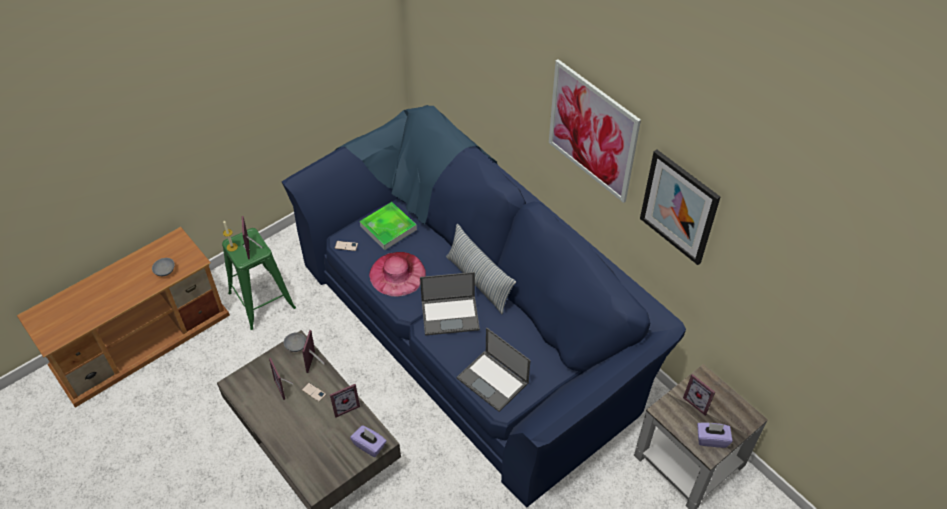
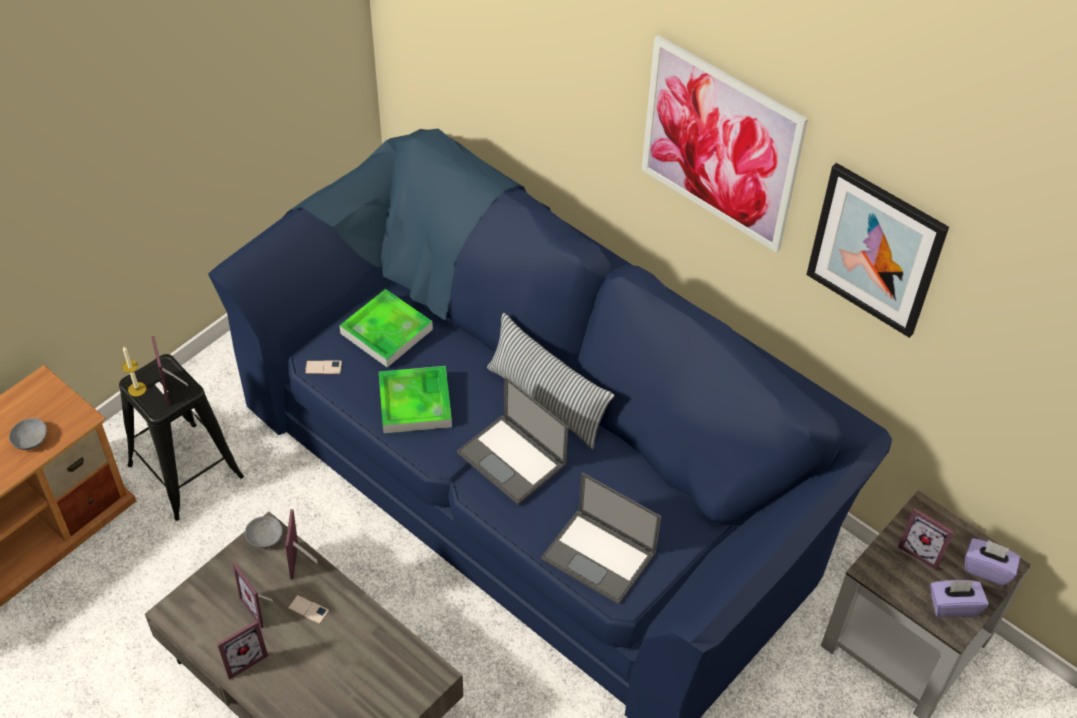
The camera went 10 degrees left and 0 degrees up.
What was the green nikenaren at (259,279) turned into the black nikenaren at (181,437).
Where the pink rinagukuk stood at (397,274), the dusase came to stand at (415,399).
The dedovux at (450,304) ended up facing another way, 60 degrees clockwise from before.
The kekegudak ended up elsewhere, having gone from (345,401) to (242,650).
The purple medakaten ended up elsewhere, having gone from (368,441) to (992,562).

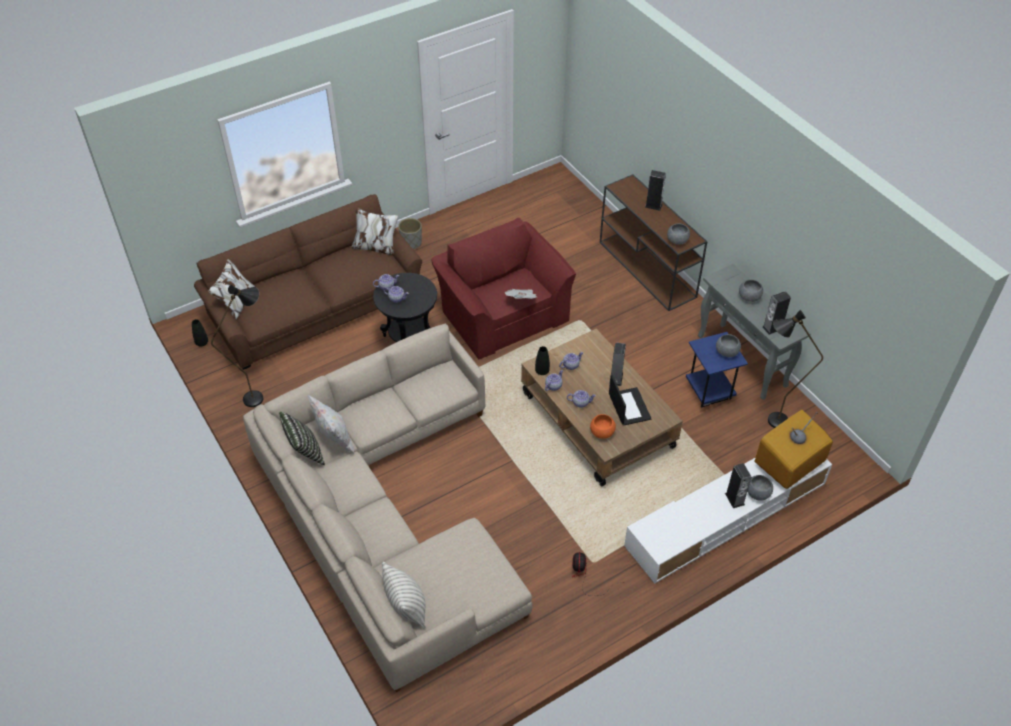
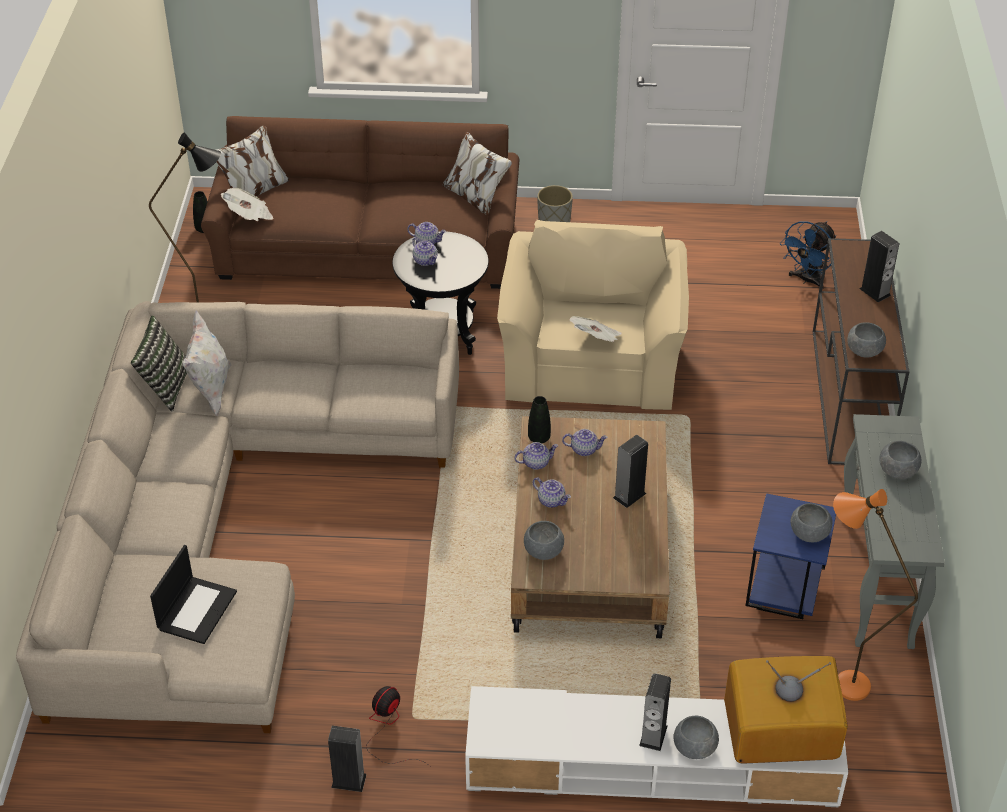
The camera went 35 degrees right and 5 degrees down.
What was the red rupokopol at (504,288) turned into the beige rupokopol at (593,315).
The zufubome ended up elsewhere, having gone from (776,313) to (347,759).
What was the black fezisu at (795,369) turned into the orange fezisu at (875,595).
The dedovux ended up elsewhere, having gone from (630,400) to (193,594).
What was the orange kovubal at (603,426) turned into the grey kovubal at (544,540).
The second view lost the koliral at (404,595).
The second view gained the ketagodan at (247,204).
The second view gained the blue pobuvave at (808,255).

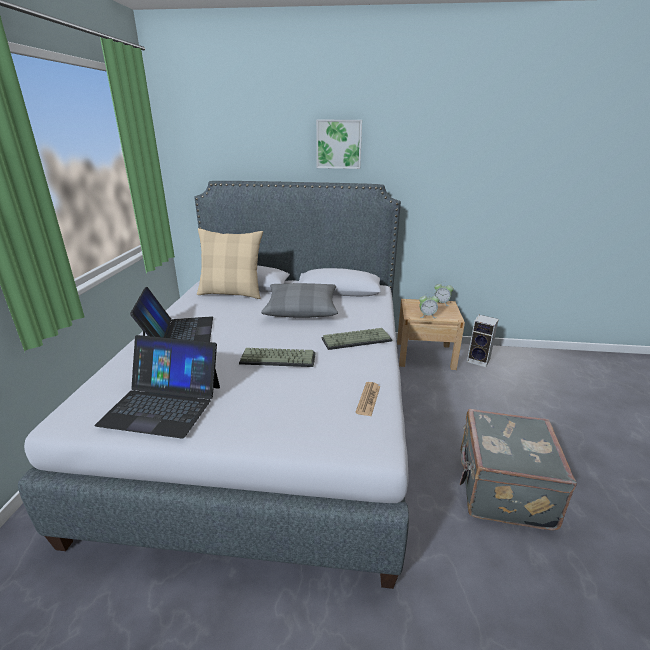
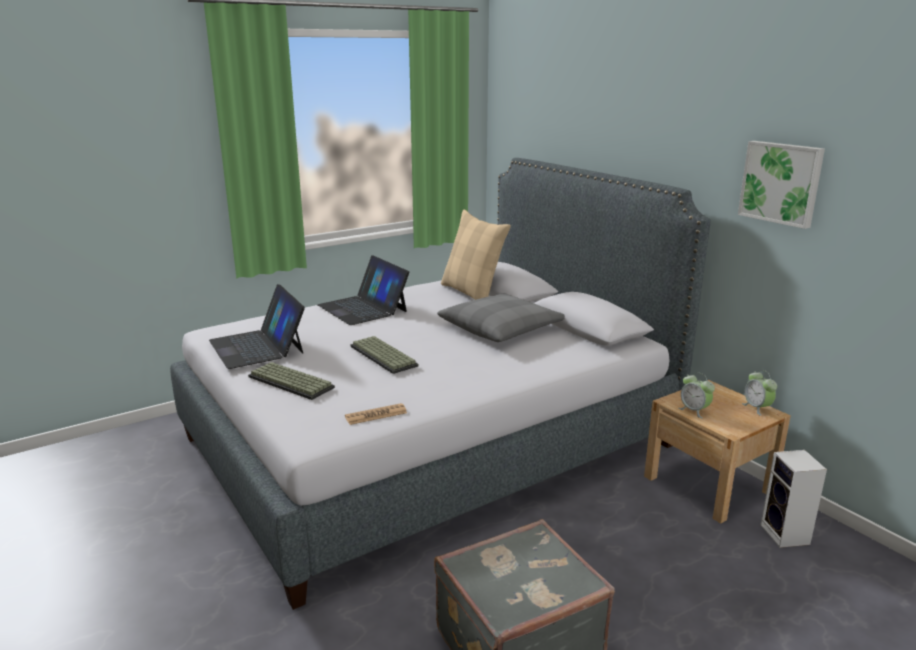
The camera went 50 degrees right and 5 degrees down.
The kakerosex ended up elsewhere, having gone from (339,144) to (781,185).
The dedovux at (171,314) ended up facing another way, 105 degrees clockwise from before.
The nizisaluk ended up elsewhere, having gone from (357,339) to (291,381).

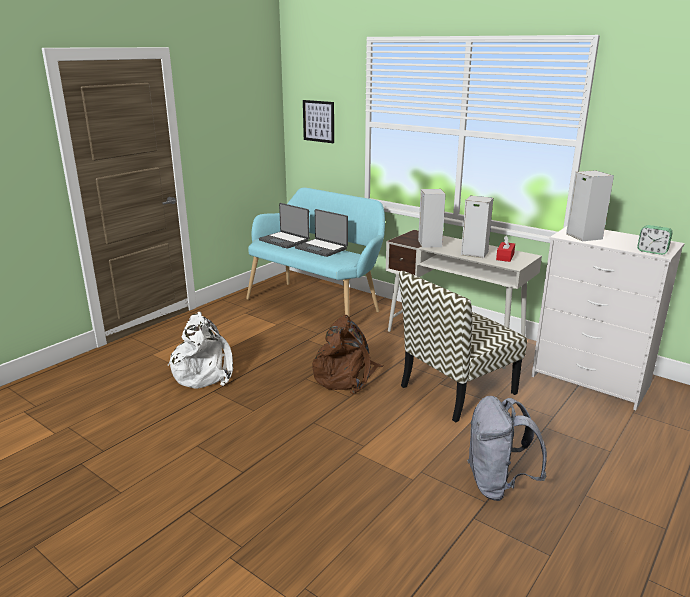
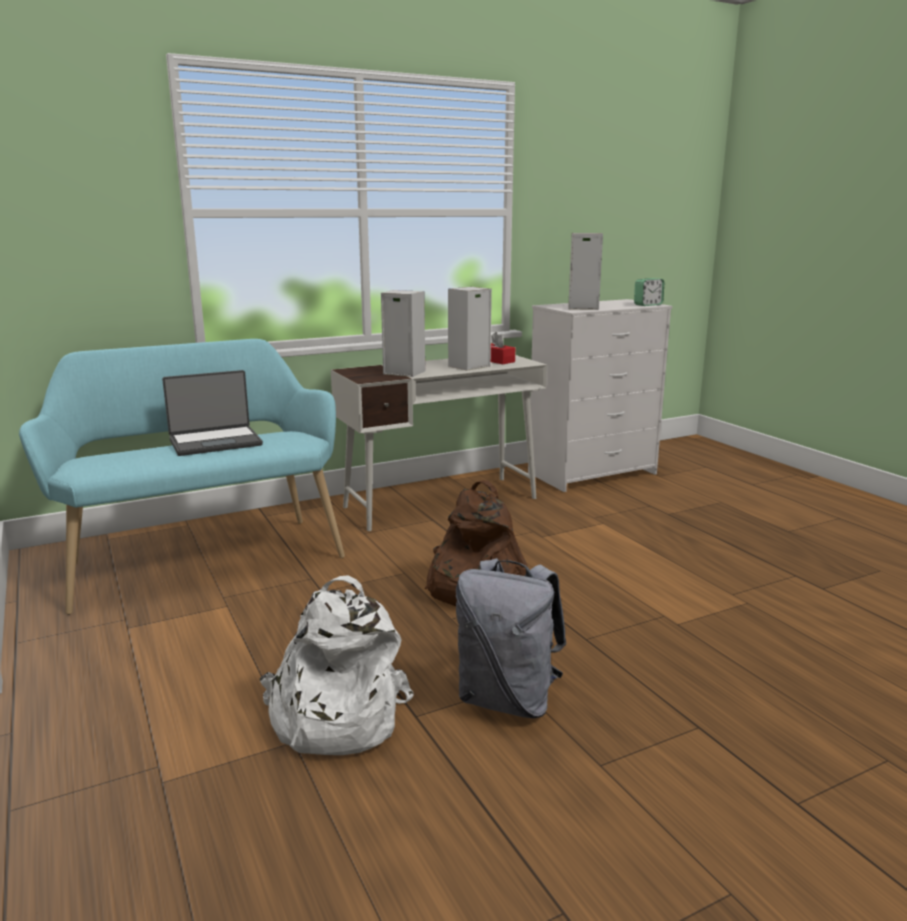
The camera went 65 degrees left and 5 degrees down.
The second view lost the kakerosex at (318,121).
The second view lost the dedovux at (284,226).
The second view lost the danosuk at (463,346).
The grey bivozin ended up elsewhere, having gone from (507,448) to (511,638).

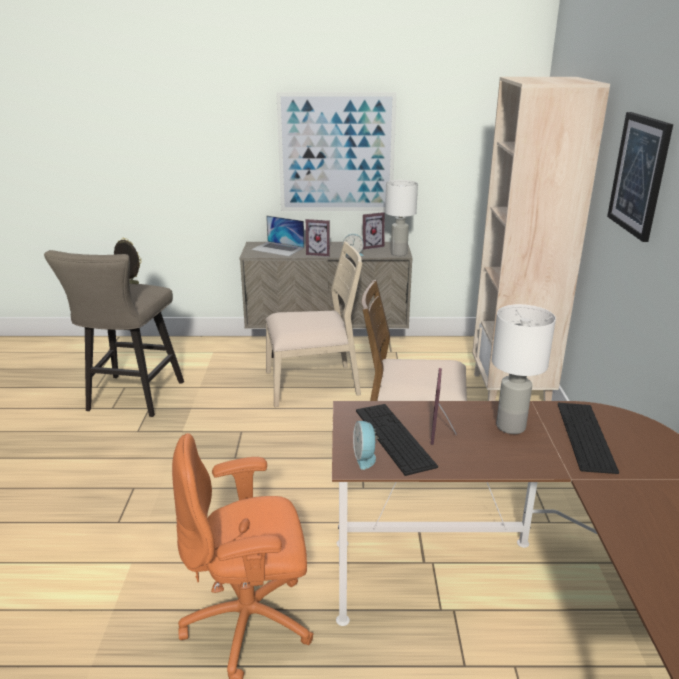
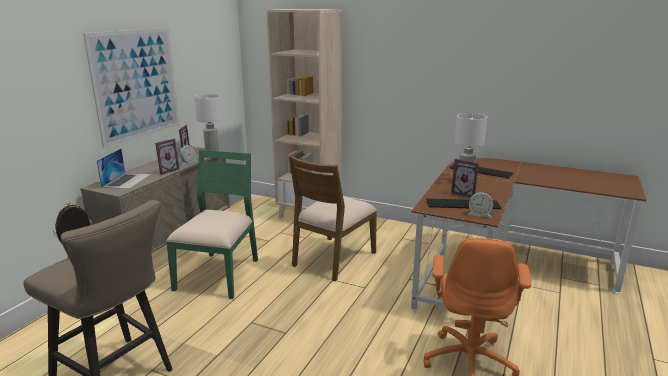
The camera went 65 degrees left and 5 degrees down.
The second view lost the kakerosex at (640,177).
The dedovux at (277,236) ended up facing another way, 45 degrees counterclockwise from before.
What was the beige danosuk at (314,324) turned into the green danosuk at (212,224).

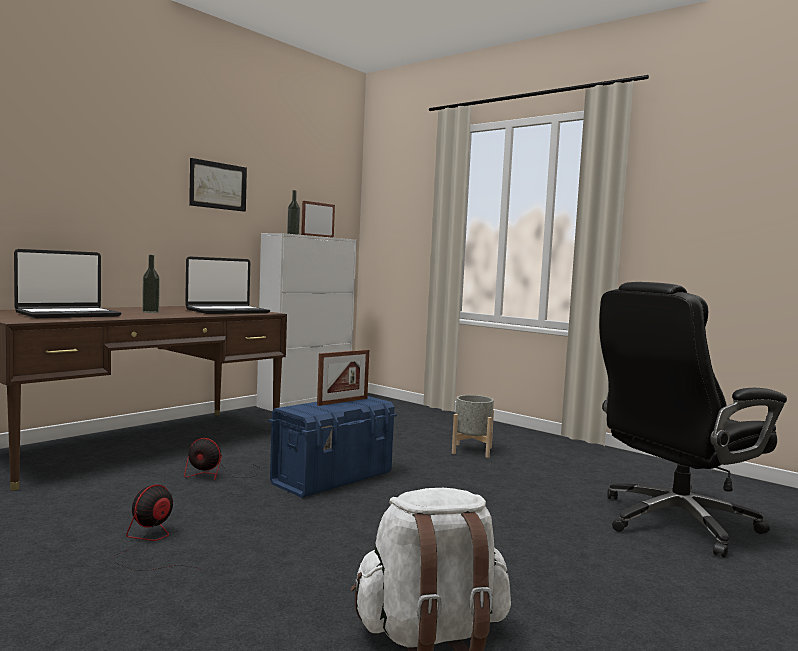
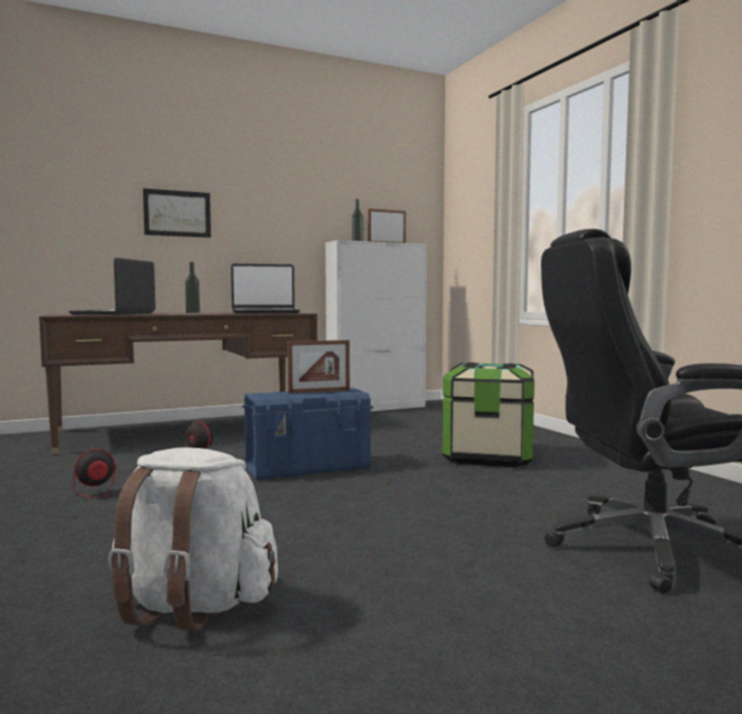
The camera went 25 degrees right and 0 degrees up.
The kakerosex ended up elsewhere, having gone from (218,185) to (177,213).
The dedovux at (67,283) ended up facing another way, 120 degrees clockwise from before.
Where the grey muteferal stood at (473,426), the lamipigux came to stand at (488,414).

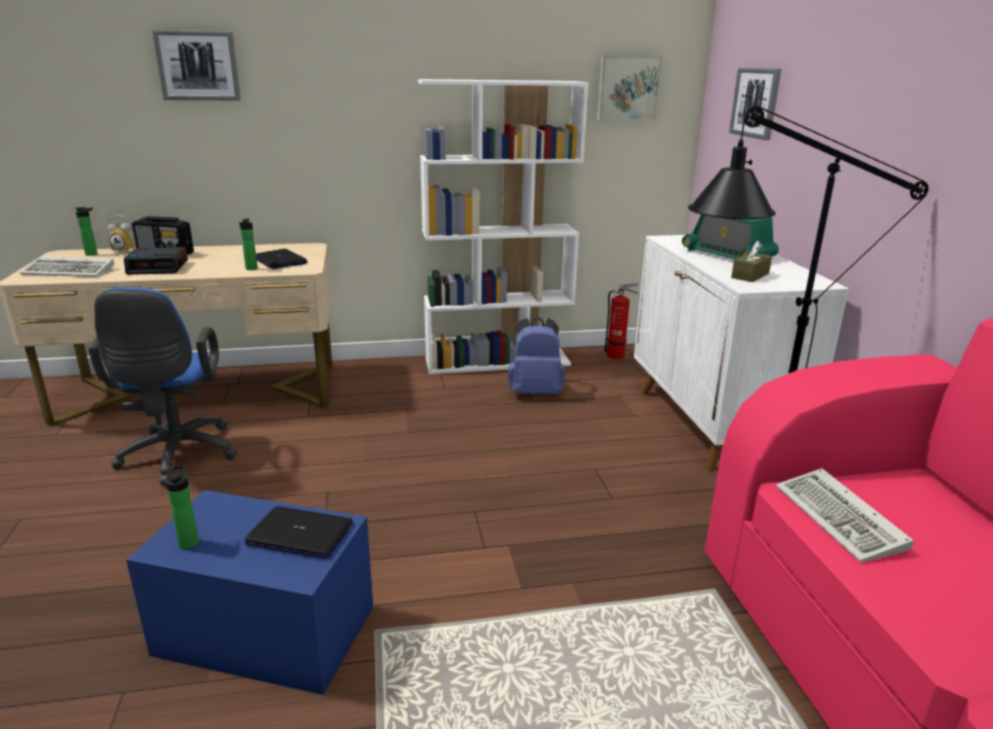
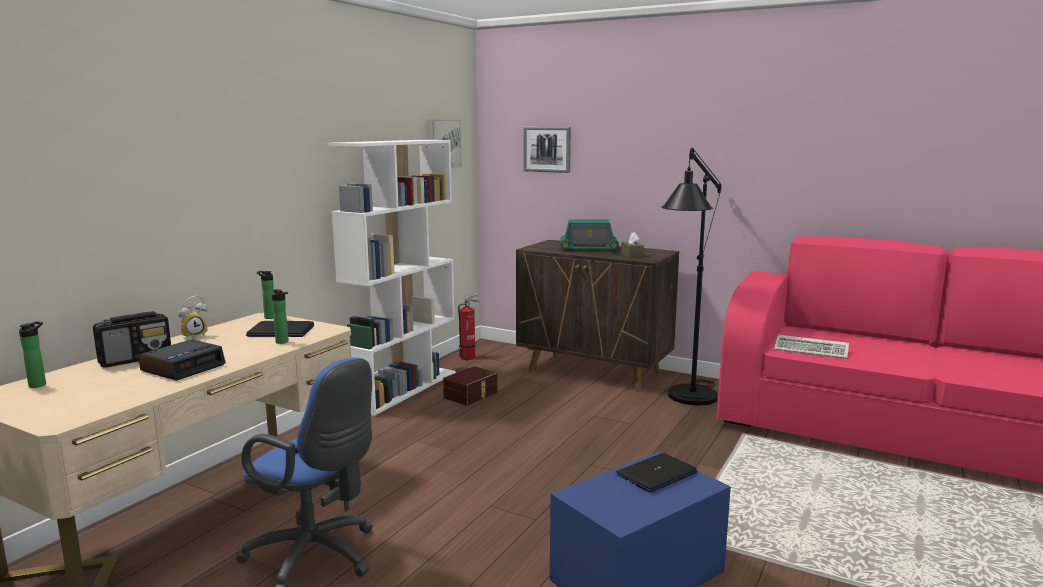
The camera went 50 degrees left and 10 degrees down.
The second view lost the kakerosex at (196,65).
The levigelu ended up elsewhere, having gone from (120,234) to (193,317).
What was the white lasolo at (741,353) turned into the brown lasolo at (597,316).
The second view lost the nizisaluk at (66,267).
Where the blue bivozin stood at (536,355), the brown lamipigux came to stand at (470,386).
The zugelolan ended up elsewhere, having gone from (182,507) to (265,295).

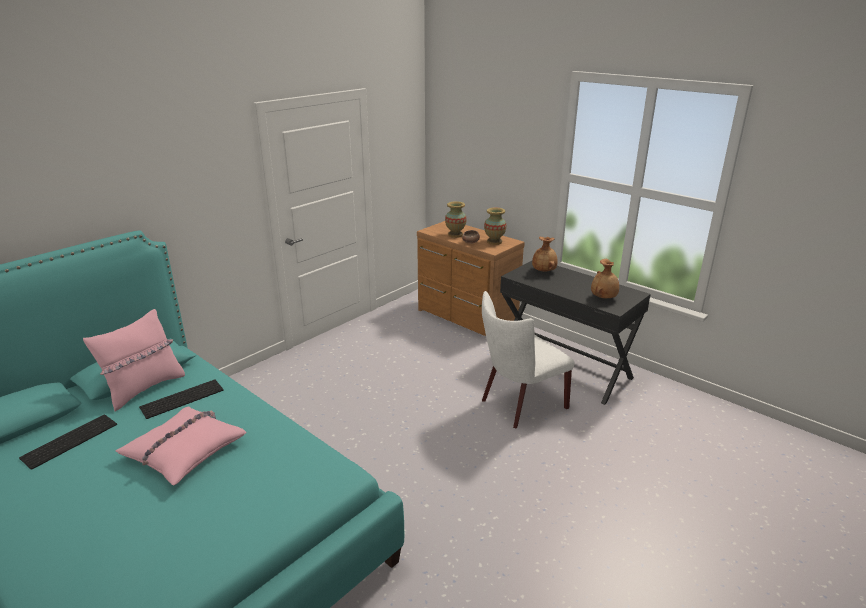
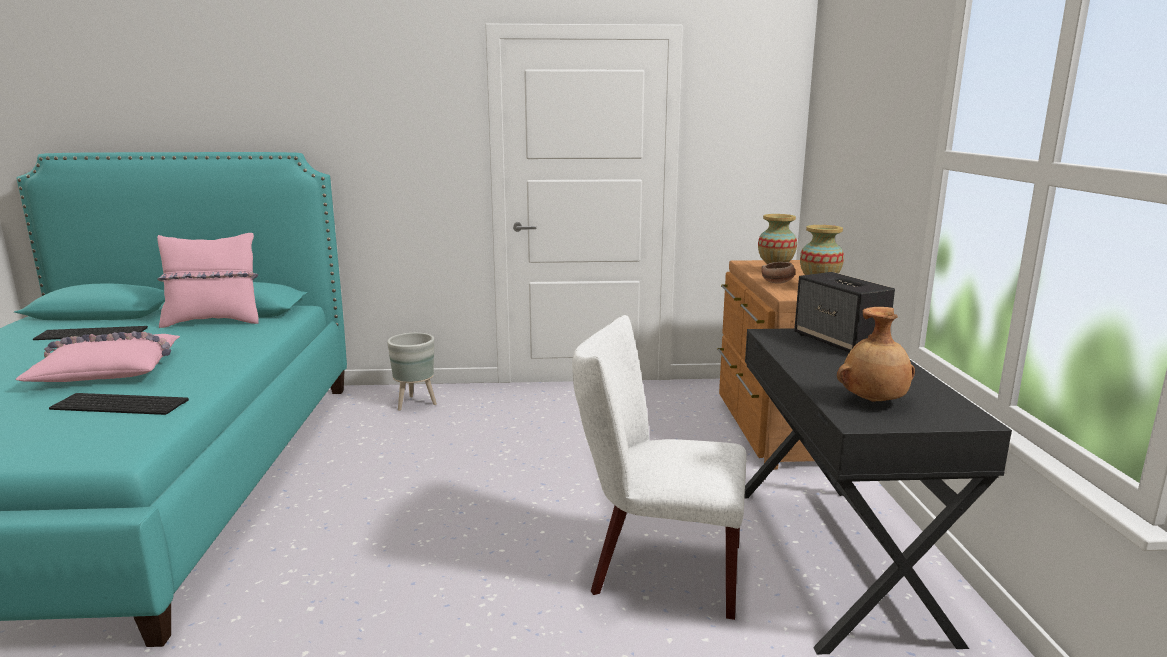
The camera went 45 degrees right and 10 degrees down.
Where the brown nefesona stood at (545,254), the zufubome came to stand at (844,312).
The nizisaluk ended up elsewhere, having gone from (181,399) to (119,404).
The second view gained the grey muteferal at (412,372).

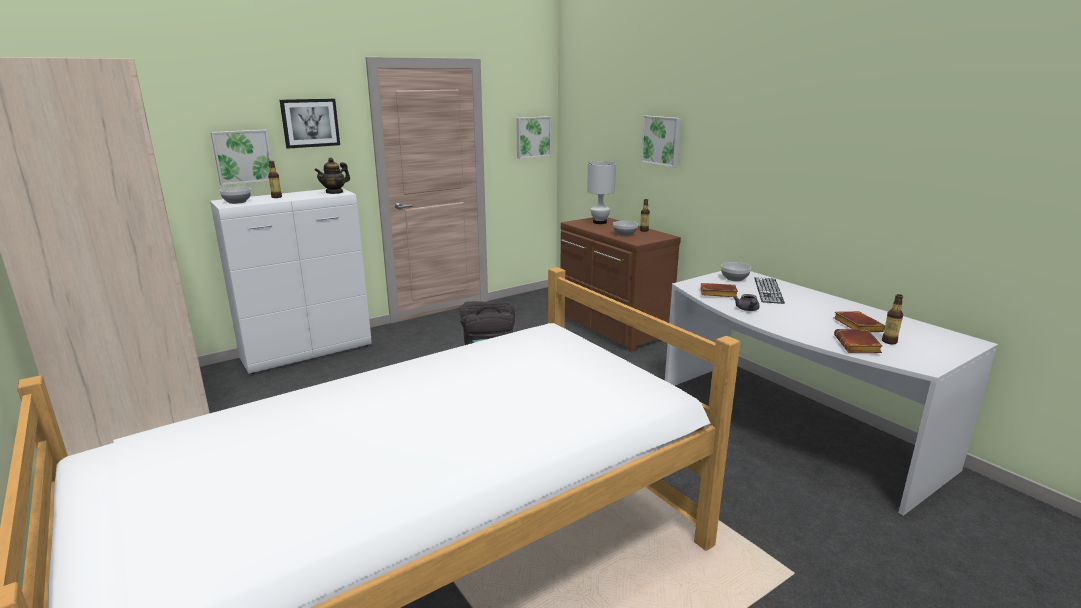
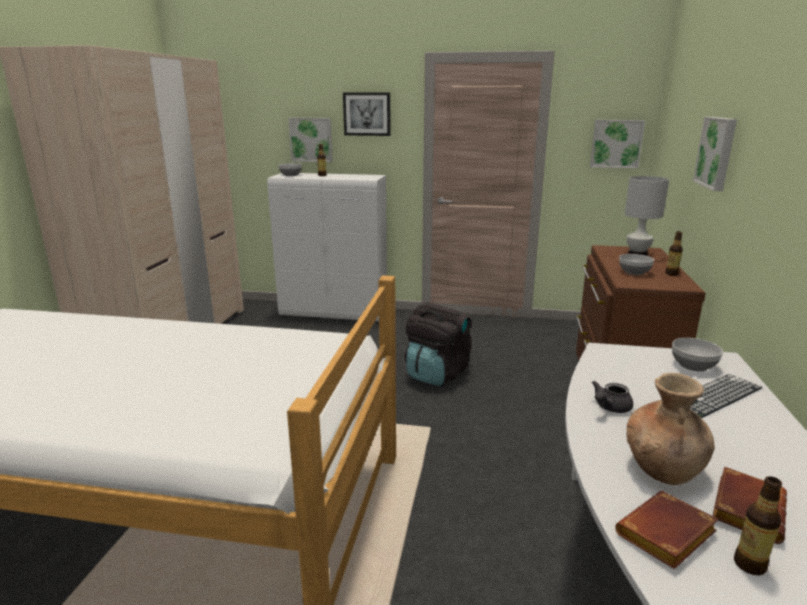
The camera went 45 degrees right and 0 degrees up.
The second view lost the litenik at (332,175).
The second view lost the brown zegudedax at (719,290).
The second view gained the brown nefesona at (670,429).

